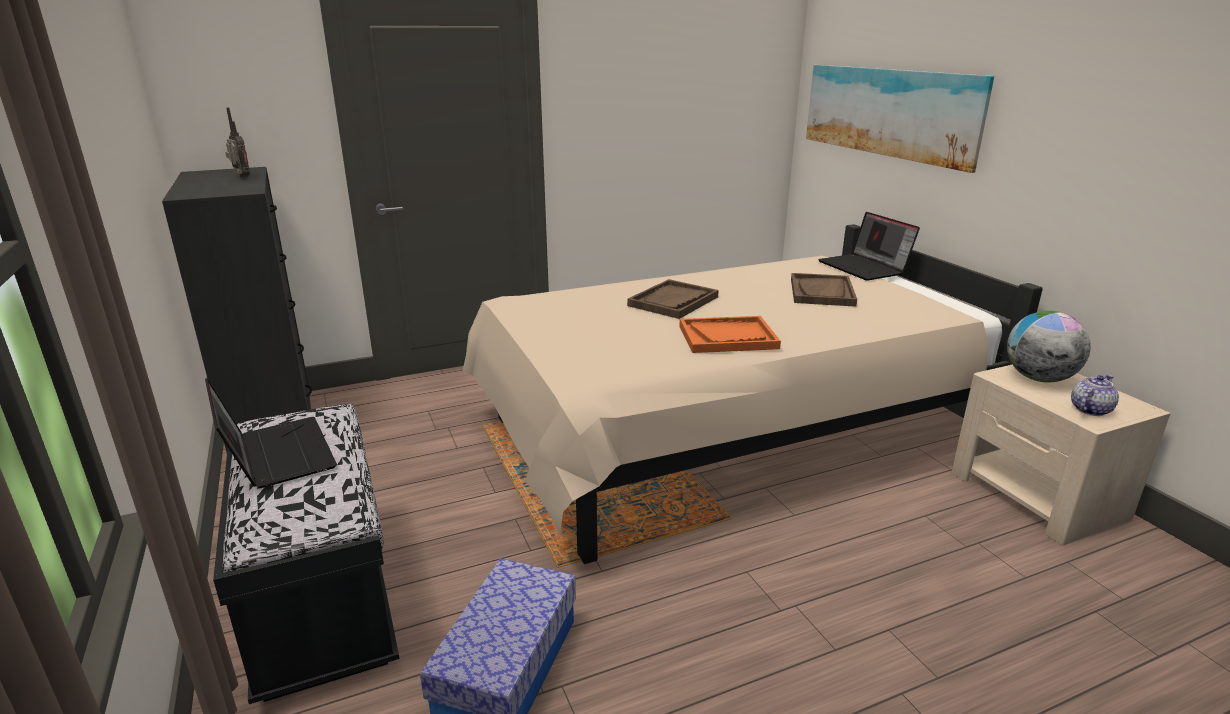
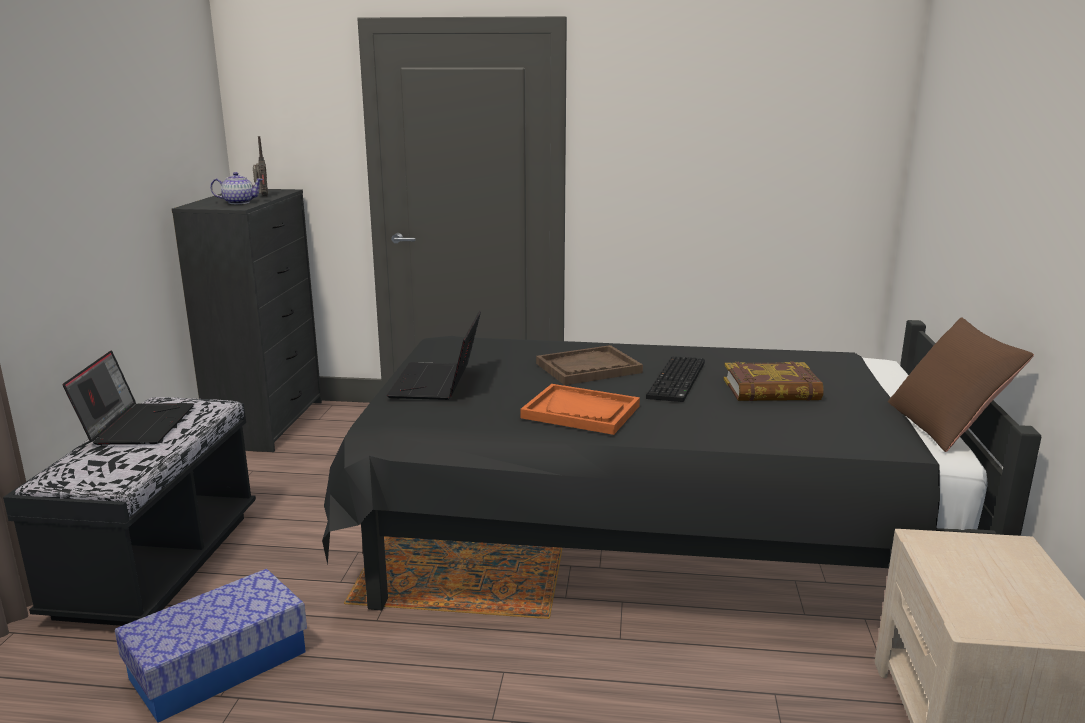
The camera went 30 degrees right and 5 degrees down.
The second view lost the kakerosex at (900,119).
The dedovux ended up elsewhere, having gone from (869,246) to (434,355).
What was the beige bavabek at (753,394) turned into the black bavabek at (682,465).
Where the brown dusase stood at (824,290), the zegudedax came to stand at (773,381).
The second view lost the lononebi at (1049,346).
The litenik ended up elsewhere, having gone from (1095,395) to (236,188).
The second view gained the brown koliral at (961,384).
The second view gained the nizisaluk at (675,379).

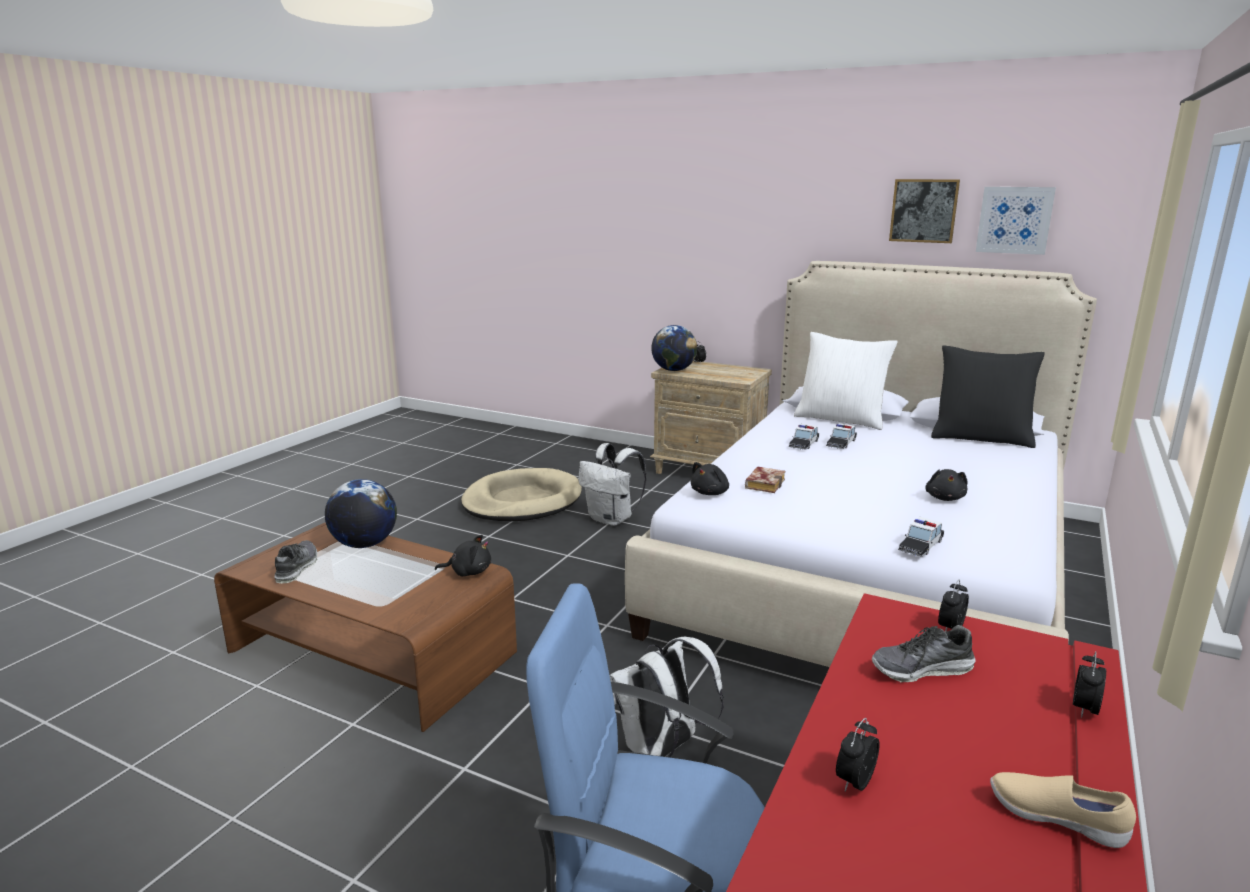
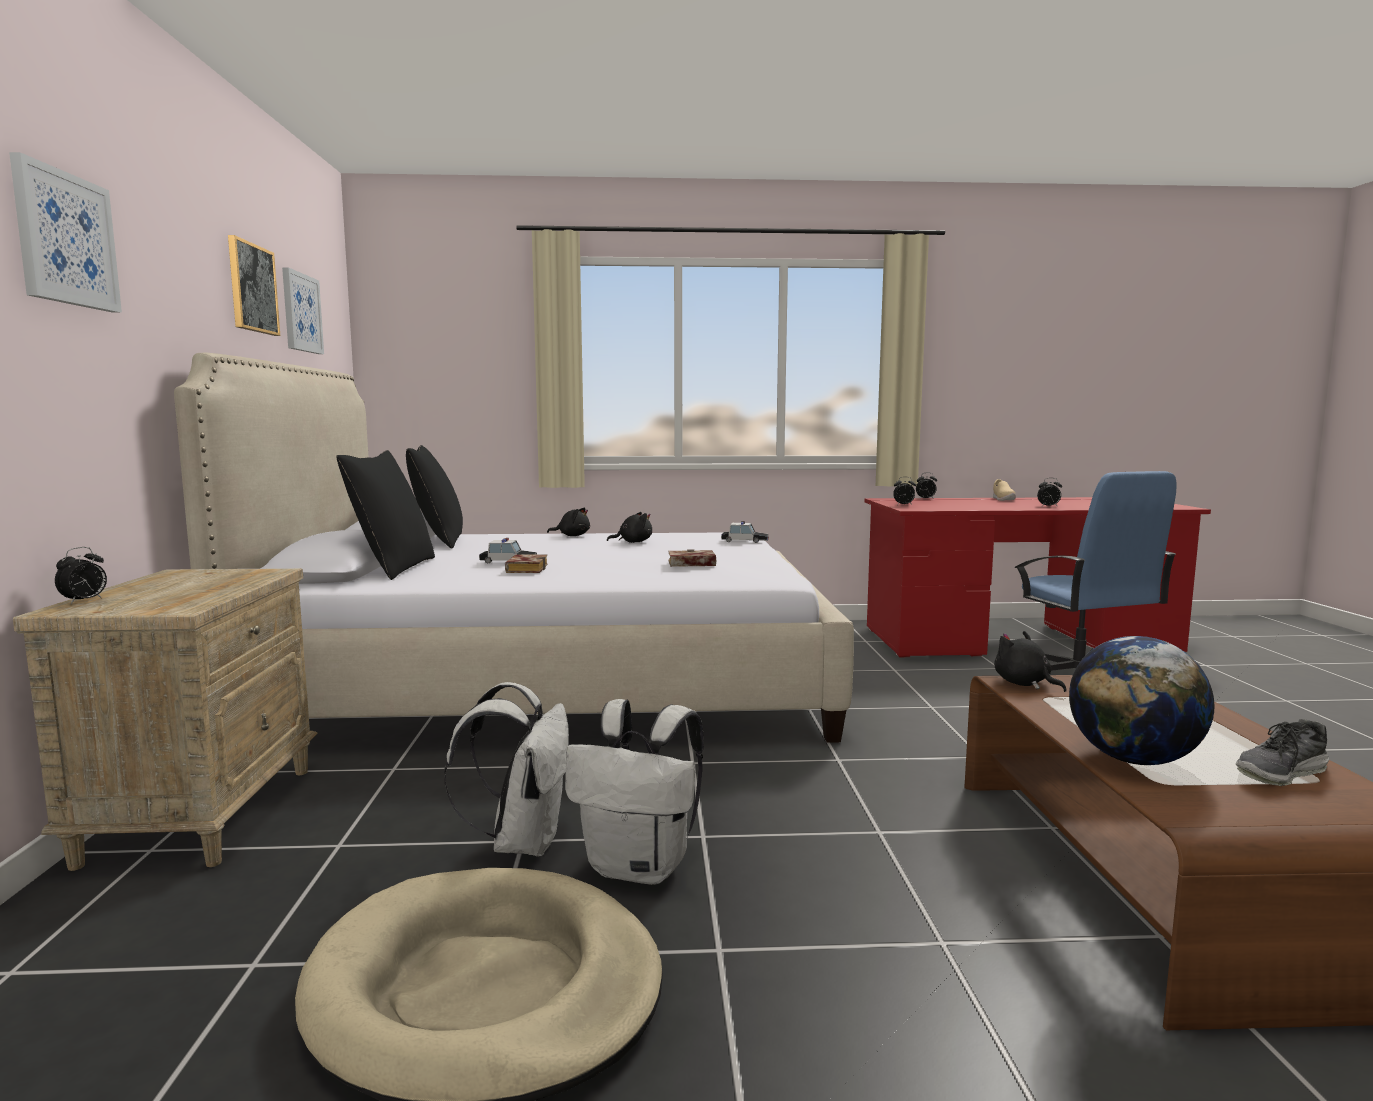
The camera went 120 degrees left and 10 degrees down.
The second view lost the lononebi at (674,348).
What was the white koliral at (846,381) turned into the black koliral at (385,515).
Where the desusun stood at (804,437), the zegudedax came to stand at (526,564).
The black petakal ended up elsewhere, having gone from (710,478) to (568,522).
The second view lost the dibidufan at (924,653).
The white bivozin ended up elsewhere, having gone from (666,697) to (634,792).
The second view gained the kakerosex at (65,232).

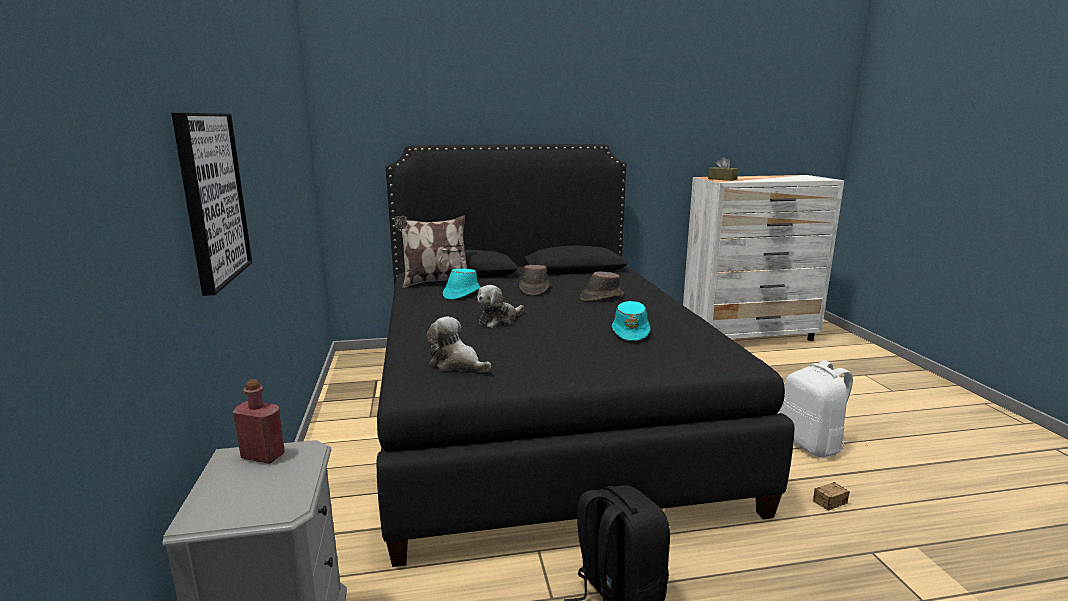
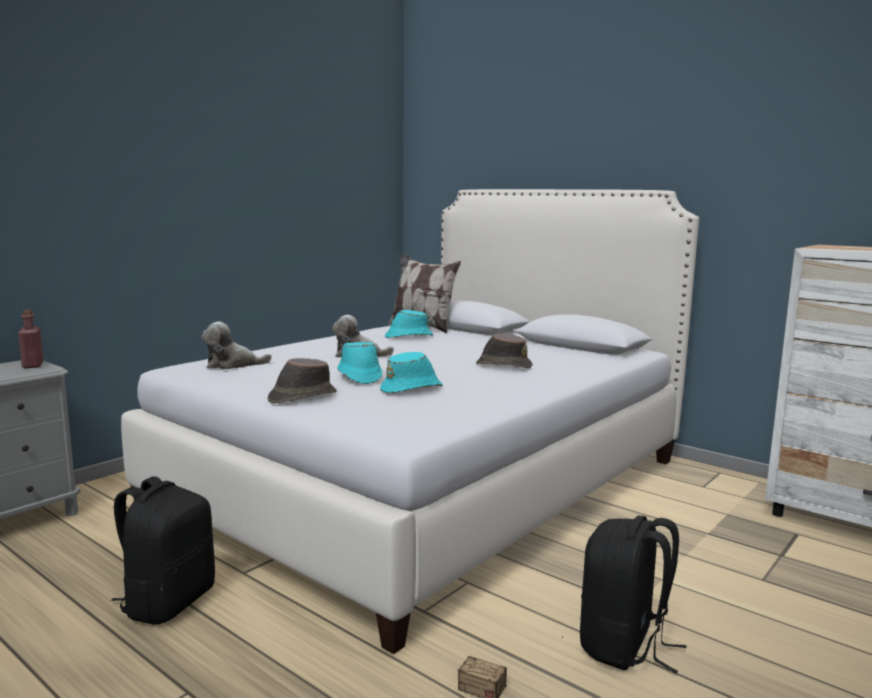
The camera went 50 degrees right and 5 degrees down.
The second view lost the kakerosex at (211,204).
What was the black bavabek at (585,355) turned into the white bavabek at (410,421).
The second view lost the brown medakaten at (723,169).
The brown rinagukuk ended up elsewhere, having gone from (534,280) to (302,380).
The petakal at (459,344) ended up facing another way, 90 degrees counterclockwise from before.
What was the white bivozin at (816,408) turned into the black bivozin at (633,594).
The second view gained the turquoise rinagukuk at (359,363).

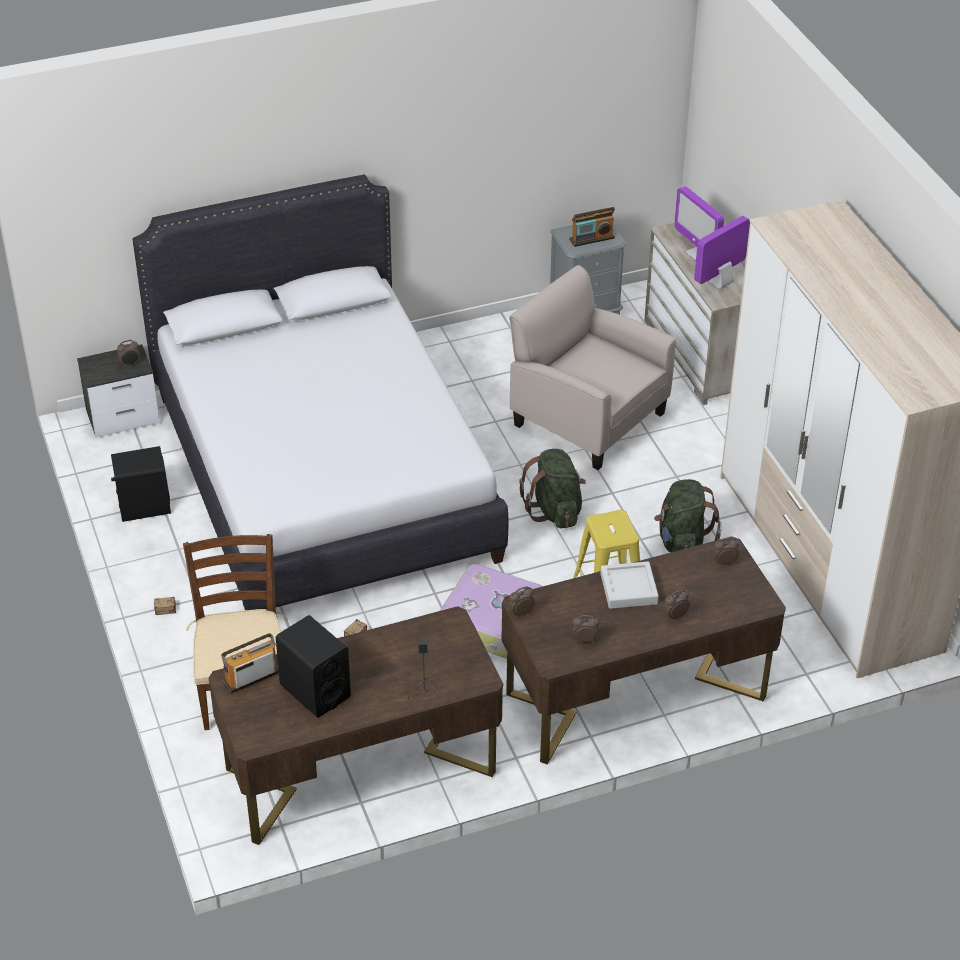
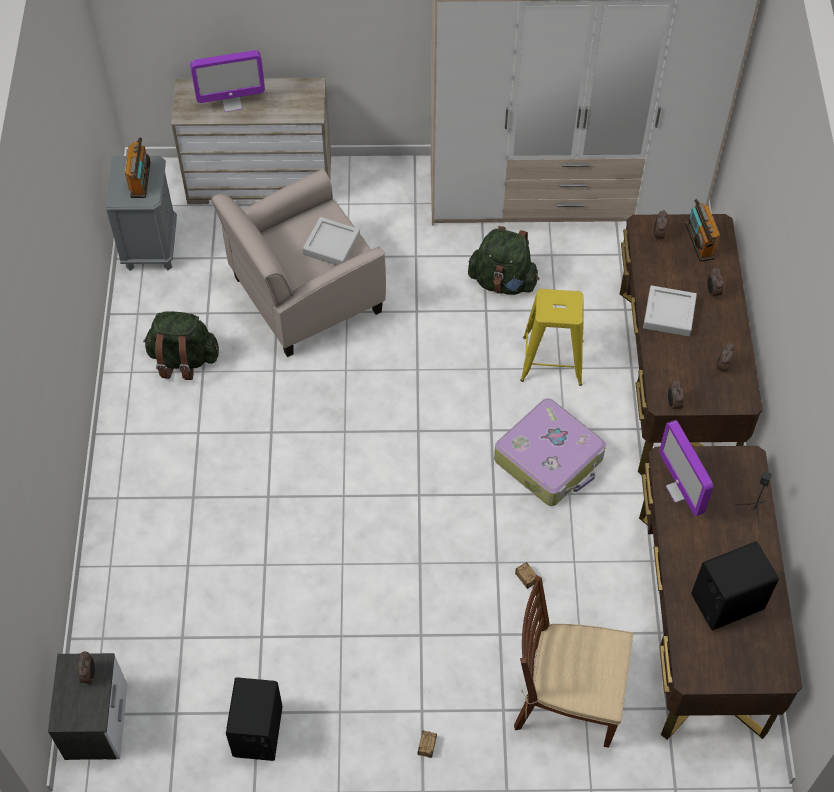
The camera went 70 degrees left and 15 degrees up.
The second view lost the white bavabek at (320,392).
The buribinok ended up elsewhere, having gone from (722,252) to (686,468).
The green bivozin ended up elsewhere, having gone from (552,488) to (181,345).
The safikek ended up elsewhere, having gone from (250,663) to (702,230).
The second view gained the grey dusase at (331,241).

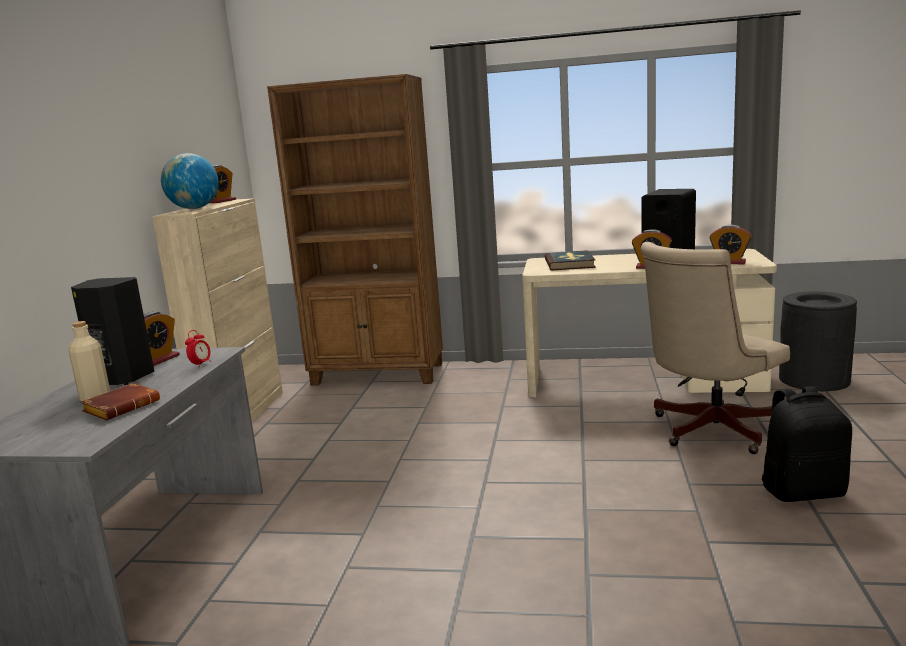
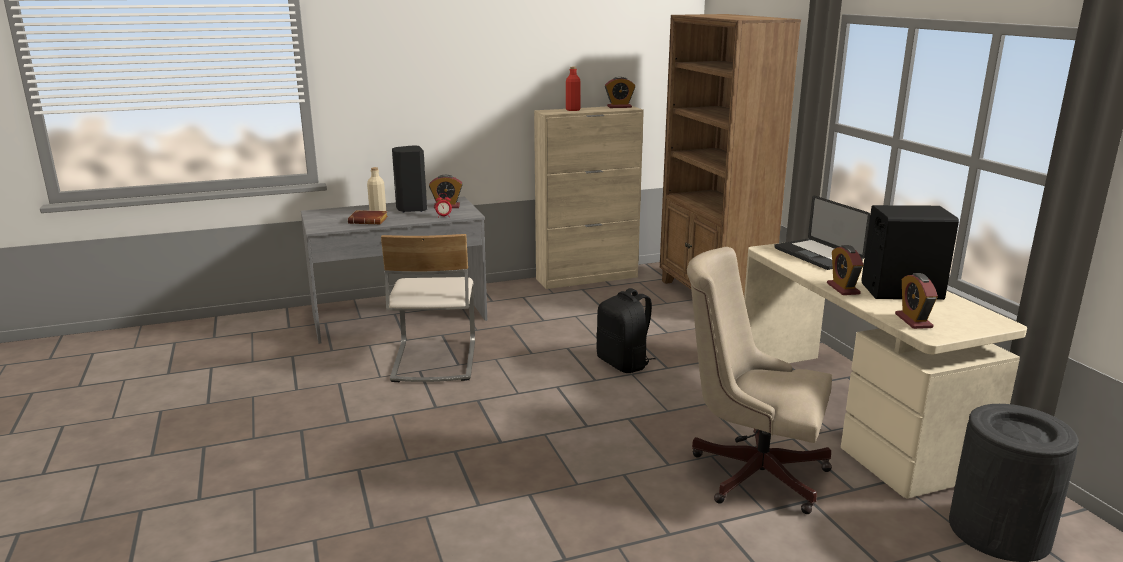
The camera went 60 degrees right and 5 degrees up.
Where the lononebi stood at (190,181), the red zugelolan came to stand at (573,89).
Where the zegudedax stood at (570,260), the dedovux came to stand at (822,232).
The black bivozin ended up elsewhere, having gone from (807,444) to (626,330).
The second view gained the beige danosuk at (428,308).

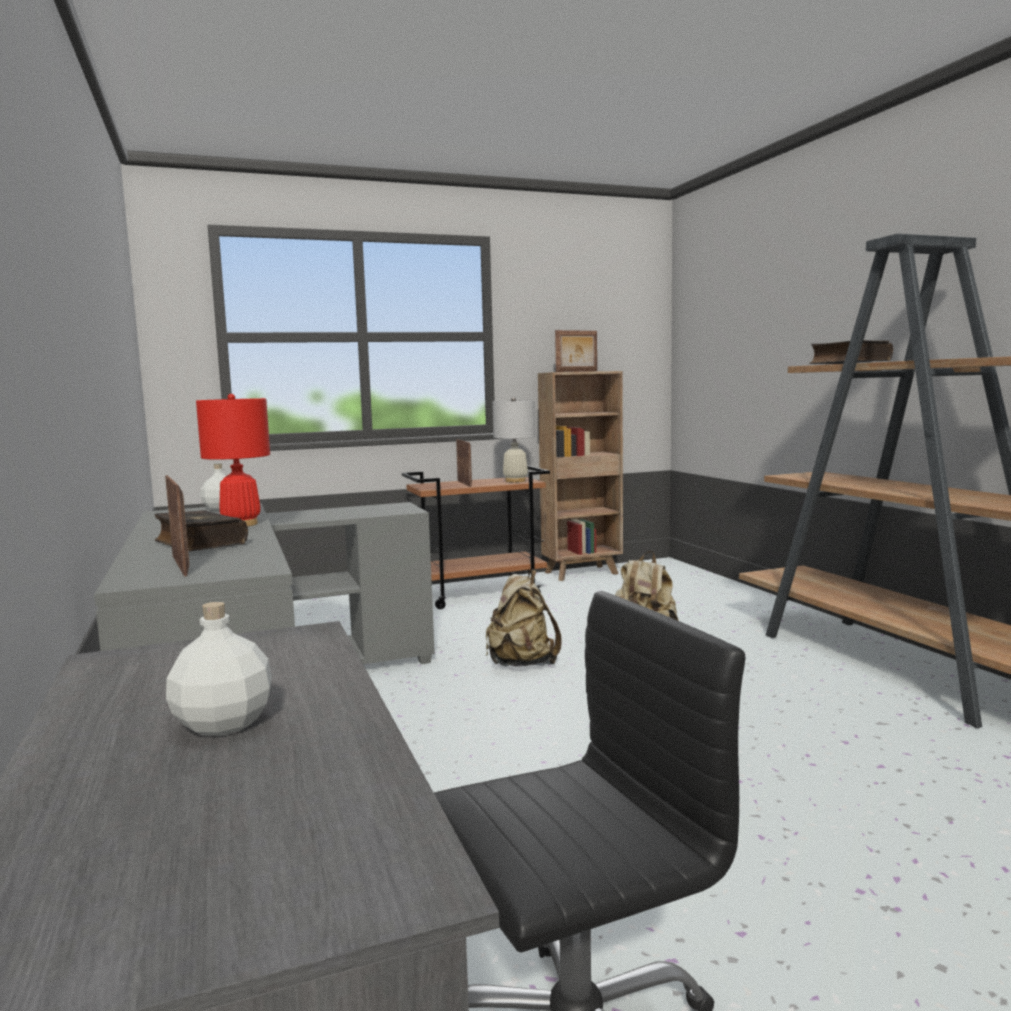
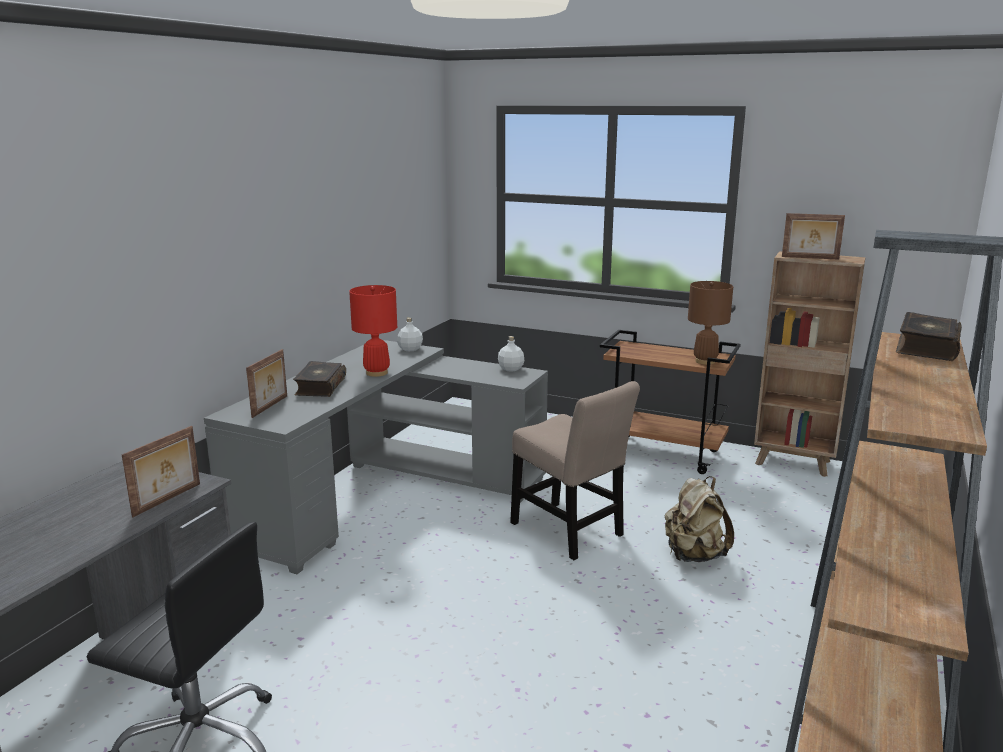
The camera went 45 degrees right and 10 degrees up.
What was the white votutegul at (514,440) turned into the brown votutegul at (710,323).
The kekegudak ended up elsewhere, having gone from (464,463) to (161,471).
Where the beige bivozin stood at (524,617), the beige danosuk came to stand at (575,470).
The white zugelolan ended up elsewhere, having gone from (219,669) to (511,354).

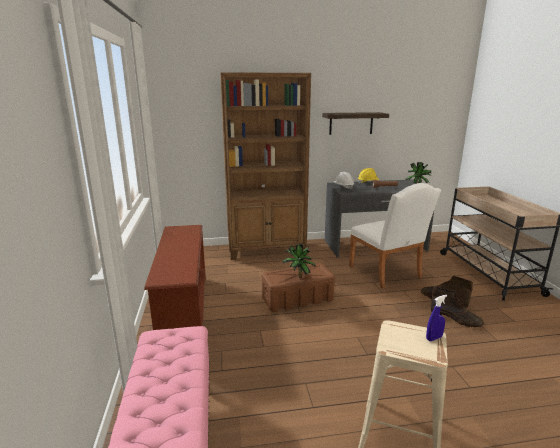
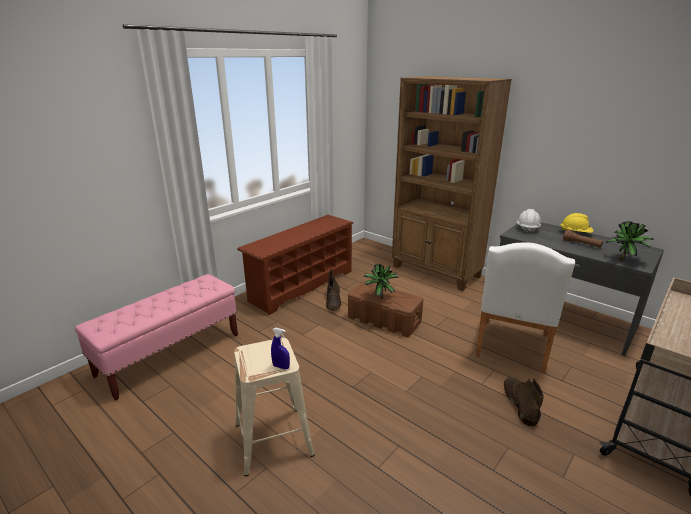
The camera went 50 degrees right and 5 degrees up.
The second view lost the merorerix at (355,123).
The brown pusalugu ended up elsewhere, having gone from (457,306) to (333,290).

